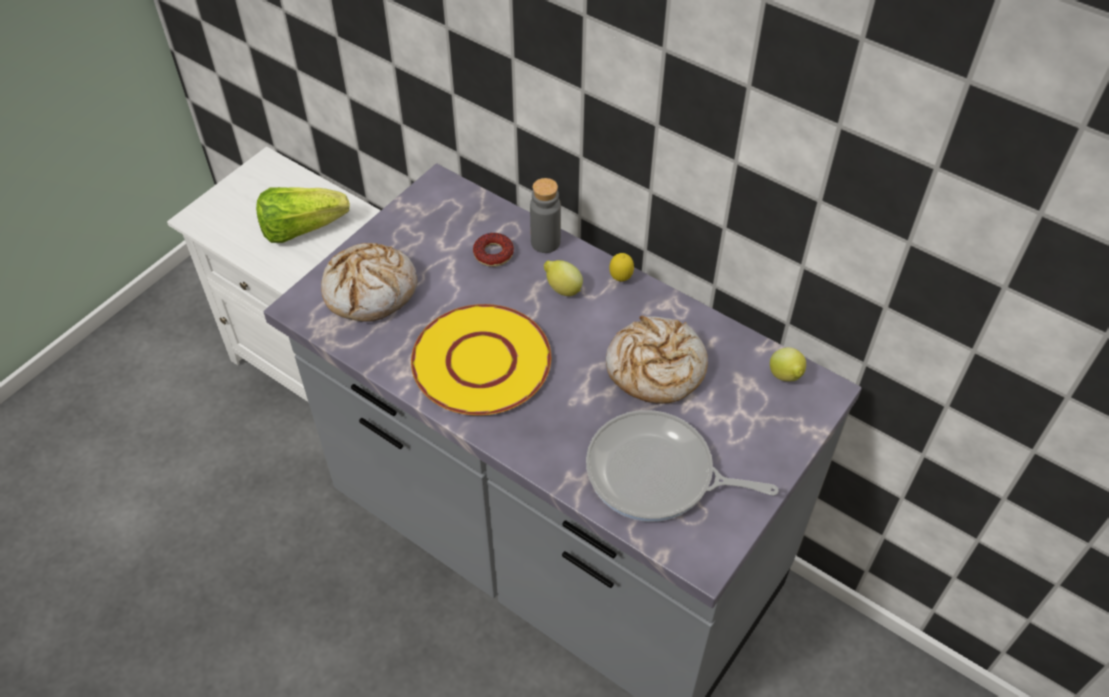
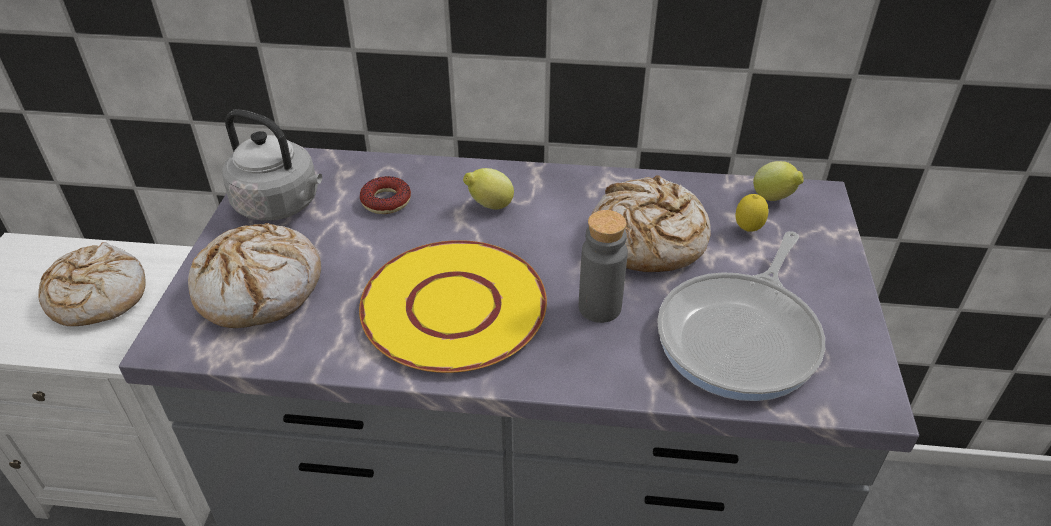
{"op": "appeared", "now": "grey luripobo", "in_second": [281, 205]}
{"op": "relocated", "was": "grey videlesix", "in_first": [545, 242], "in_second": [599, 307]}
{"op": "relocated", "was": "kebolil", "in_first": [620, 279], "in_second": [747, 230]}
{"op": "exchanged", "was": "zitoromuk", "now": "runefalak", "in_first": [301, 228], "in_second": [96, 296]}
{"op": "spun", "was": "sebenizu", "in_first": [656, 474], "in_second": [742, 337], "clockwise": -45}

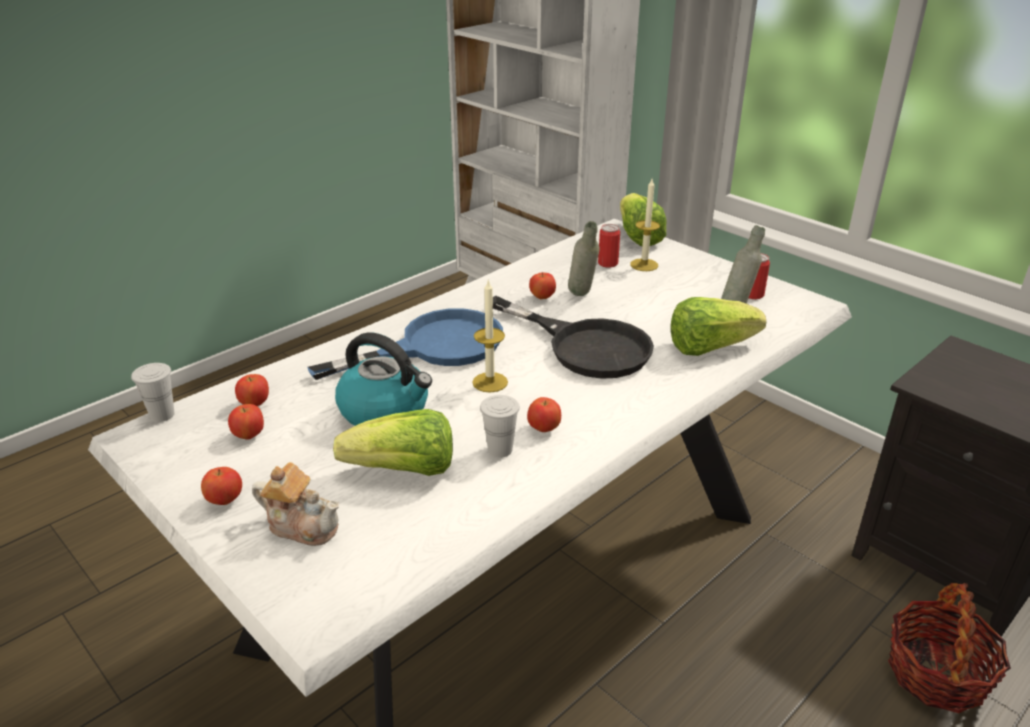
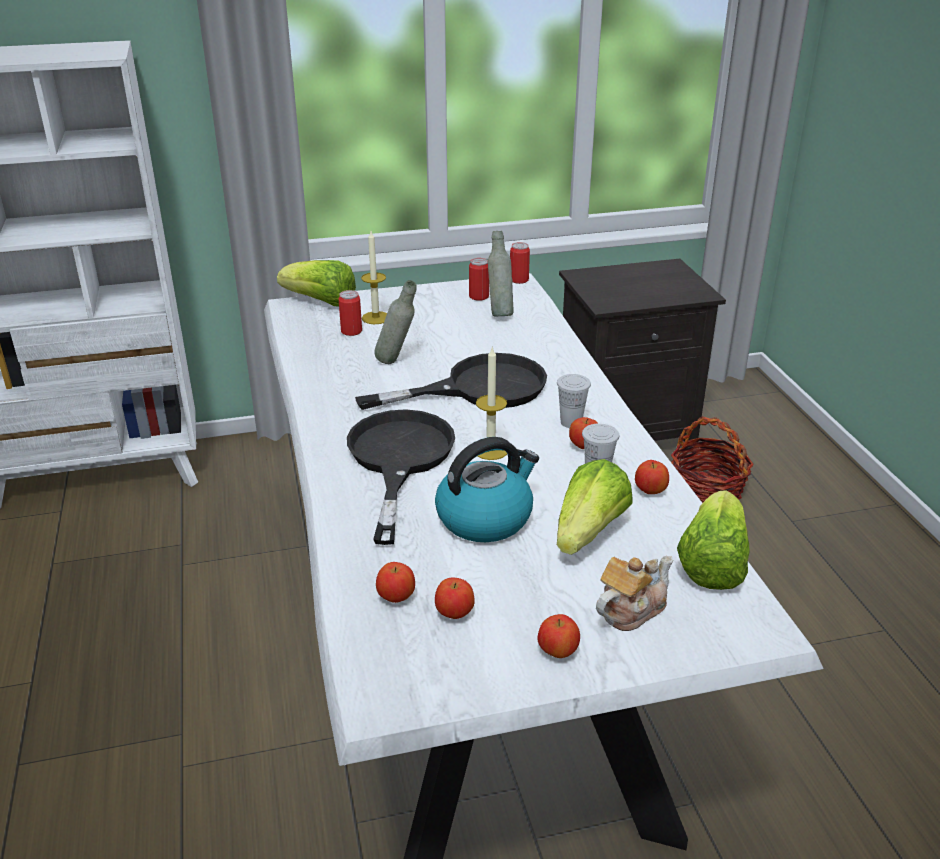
{"op": "appeared", "now": "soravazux", "in_second": [519, 280]}
{"op": "relocated", "was": "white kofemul", "in_first": [162, 415], "in_second": [571, 422]}
{"op": "relocated", "was": "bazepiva", "in_first": [542, 297], "in_second": [650, 491]}
{"op": "relocated", "was": "zitoromuk", "in_first": [709, 347], "in_second": [712, 563]}
{"op": "colour", "was": "blue sebenizu", "now": "black sebenizu", "in_first": [434, 346], "in_second": [398, 460]}

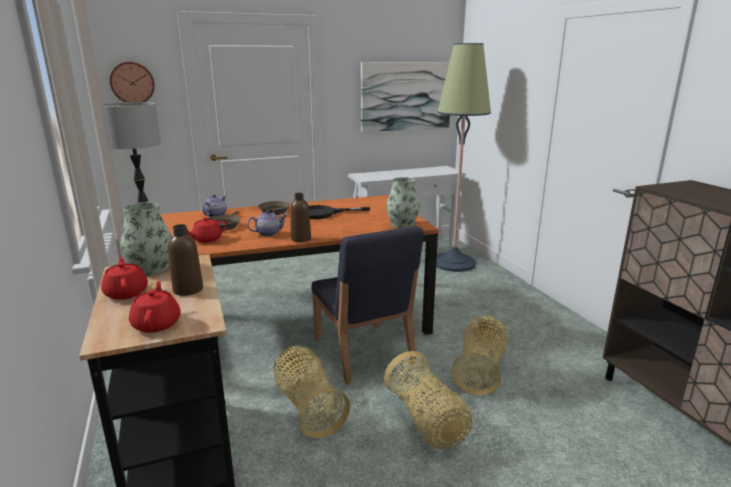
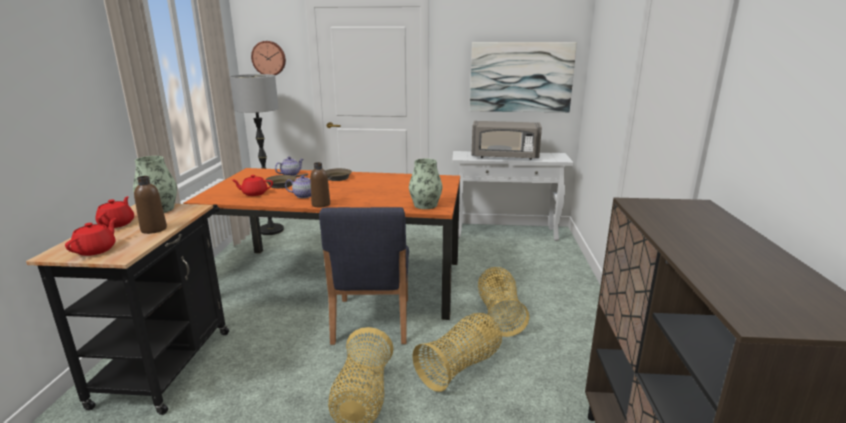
{"op": "missing", "was": "black sebenizu", "in_first": [323, 213]}
{"op": "missing", "was": "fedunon", "in_first": [453, 263]}
{"op": "appeared", "now": "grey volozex", "in_second": [504, 157]}
{"op": "relocated", "was": "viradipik", "in_first": [308, 407], "in_second": [499, 315]}

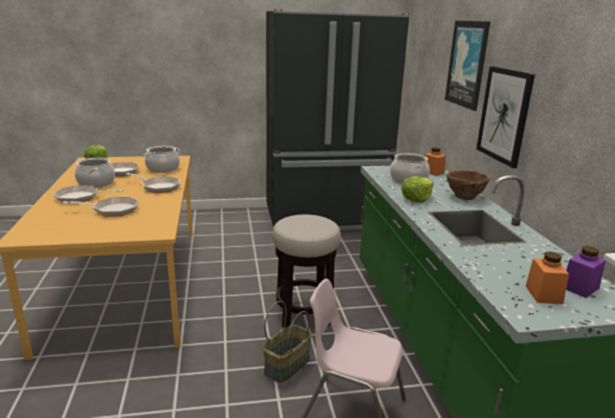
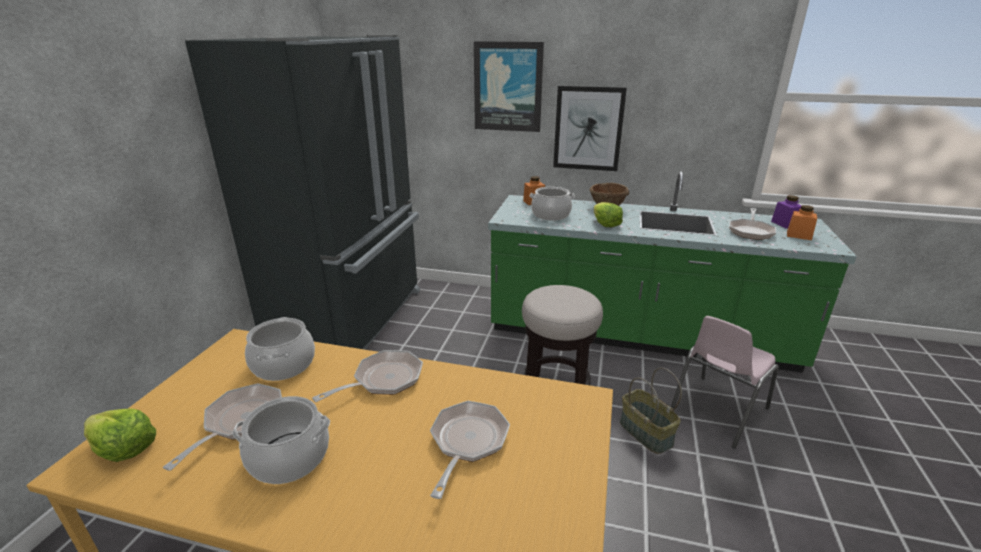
{"op": "relocated", "was": "sebenizu", "in_first": [81, 197], "in_second": [750, 231]}

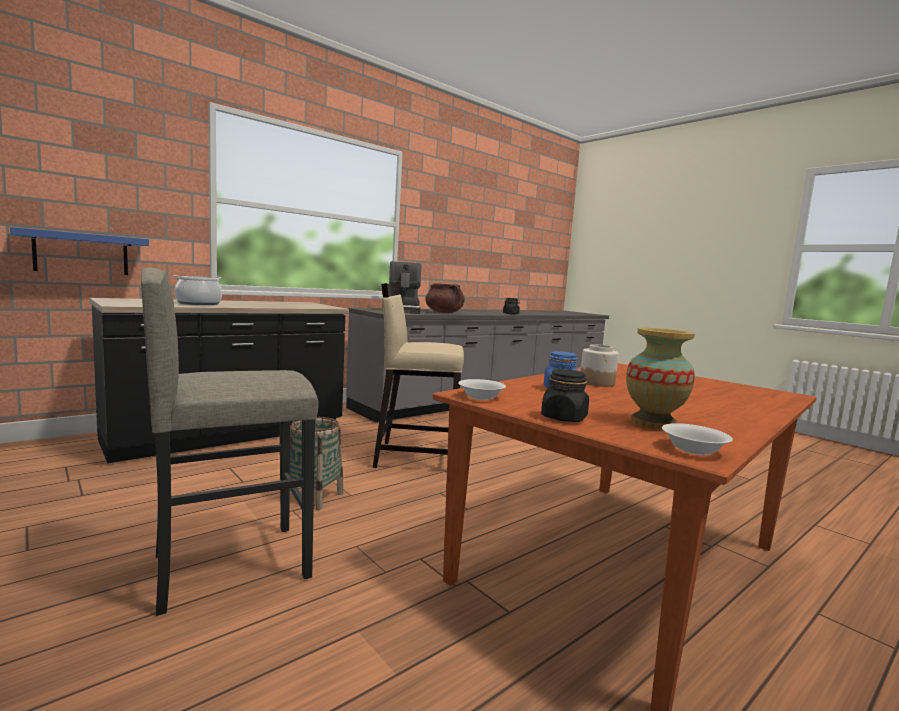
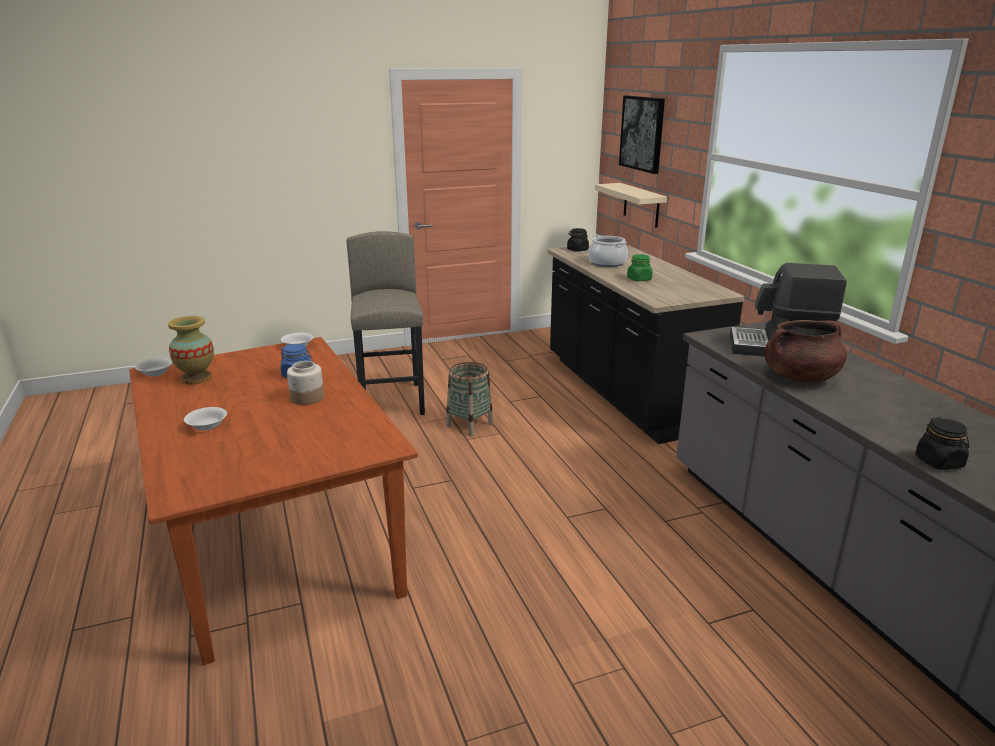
{"op": "missing", "was": "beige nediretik", "in_first": [416, 456]}
{"op": "appeared", "now": "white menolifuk", "in_second": [208, 426]}
{"op": "appeared", "now": "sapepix", "in_second": [642, 133]}
{"op": "appeared", "now": "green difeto", "in_second": [639, 279]}
{"op": "relocated", "was": "black difeto", "in_first": [564, 418], "in_second": [577, 250]}
{"op": "colour", "was": "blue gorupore", "now": "beige gorupore", "in_first": [81, 253], "in_second": [641, 205]}

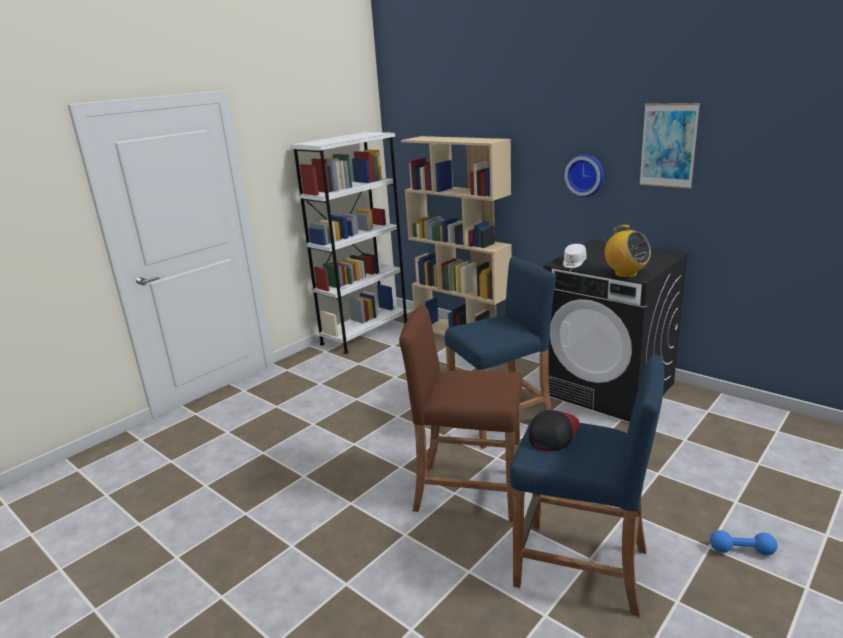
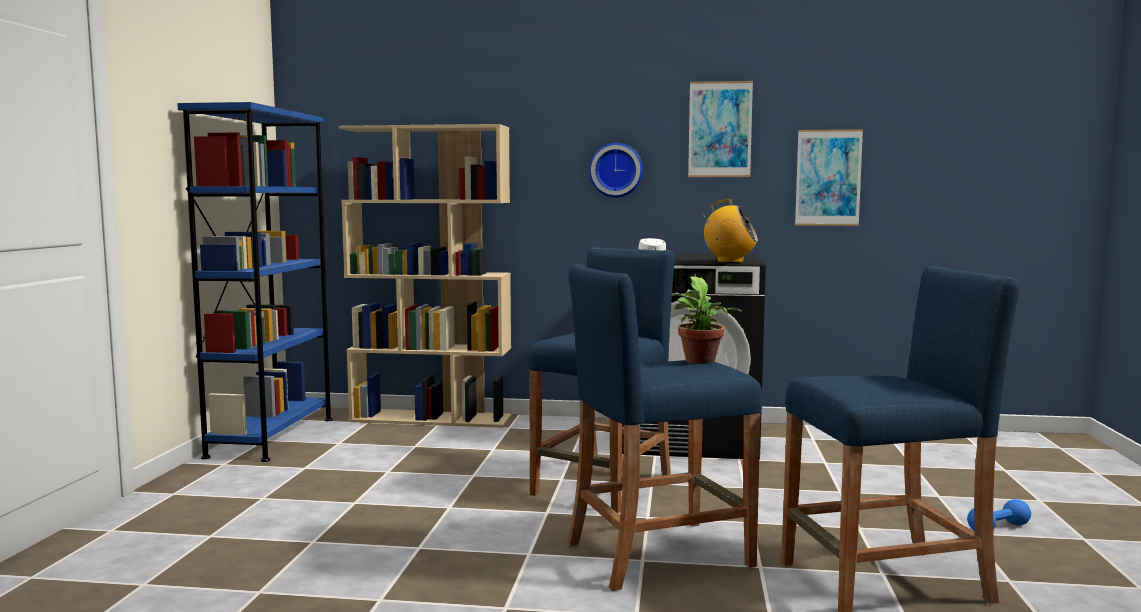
{"op": "missing", "was": "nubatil", "in_first": [553, 433]}
{"op": "appeared", "now": "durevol", "in_second": [701, 362]}
{"op": "appeared", "now": "sapepix", "in_second": [828, 177]}
{"op": "colour", "was": "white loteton", "now": "blue loteton", "in_first": [365, 333], "in_second": [271, 437]}
{"op": "colour", "was": "brown nediretik", "now": "blue nediretik", "in_first": [468, 491], "in_second": [658, 554]}

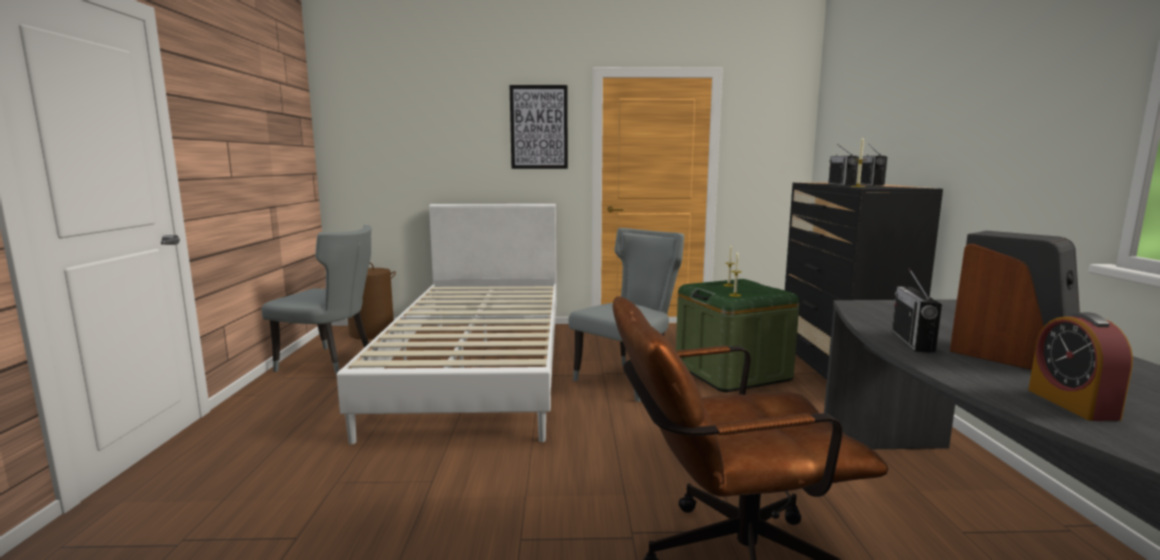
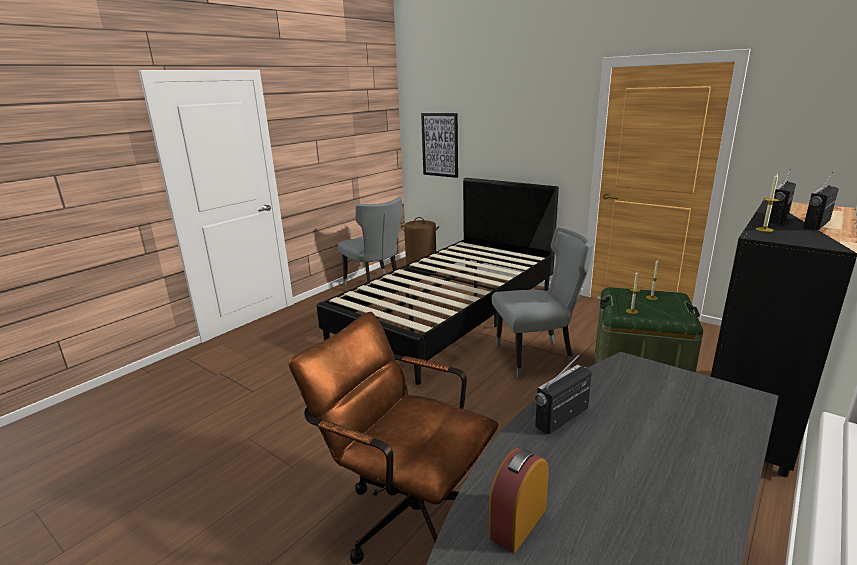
{"op": "missing", "was": "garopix", "in_first": [1013, 357]}
{"op": "relocated", "was": "sapepix", "in_first": [539, 127], "in_second": [440, 145]}
{"op": "colour", "was": "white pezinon", "now": "black pezinon", "in_first": [478, 368], "in_second": [449, 314]}

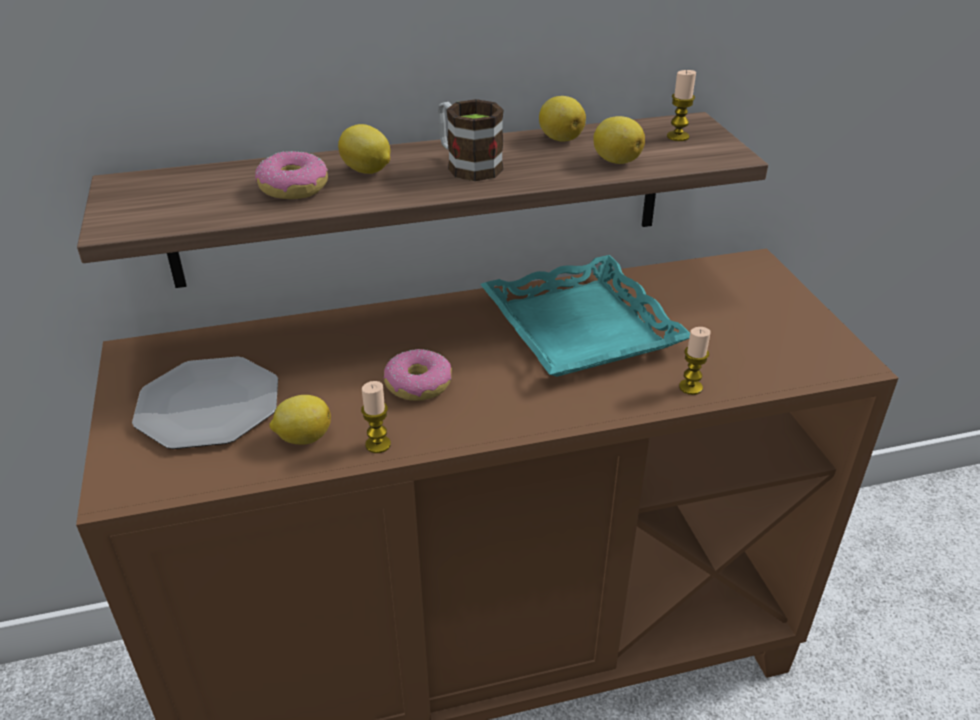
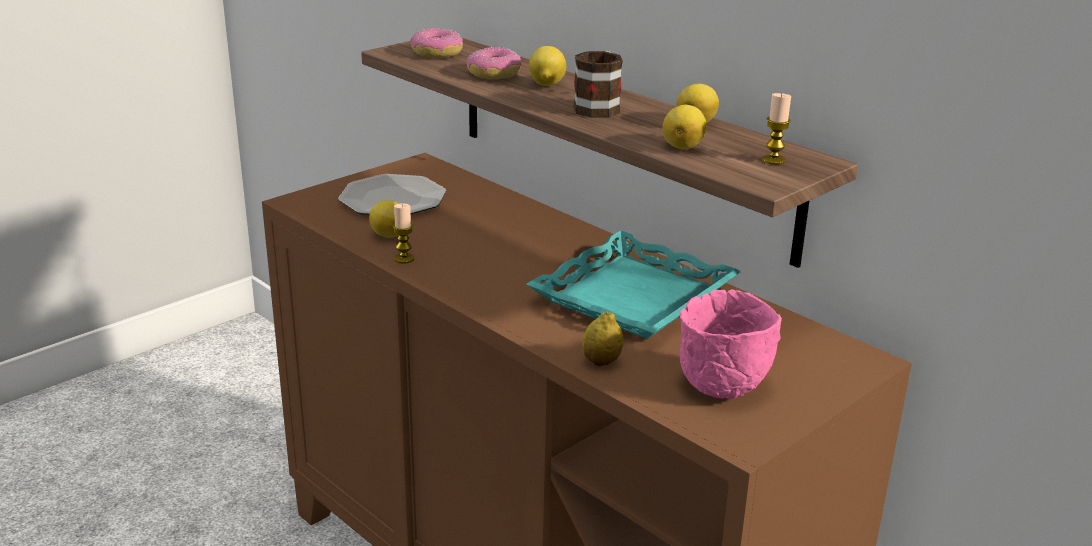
{"op": "appeared", "now": "pink menolifuk", "in_second": [725, 387]}
{"op": "relocated", "was": "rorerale", "in_first": [418, 385], "in_second": [436, 53]}
{"op": "exchanged", "was": "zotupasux", "now": "kebolil", "in_first": [690, 387], "in_second": [601, 361]}

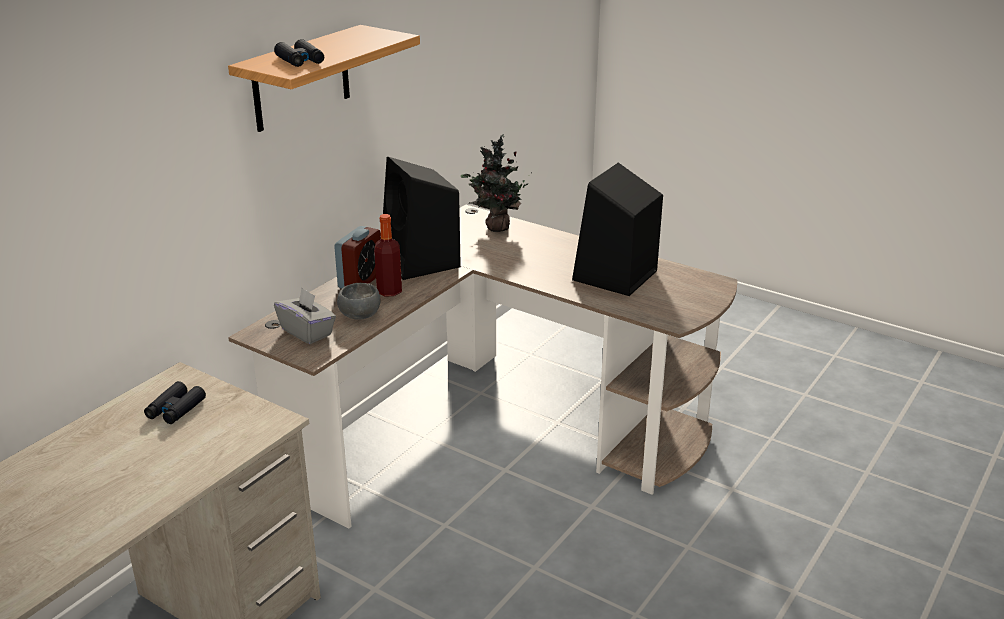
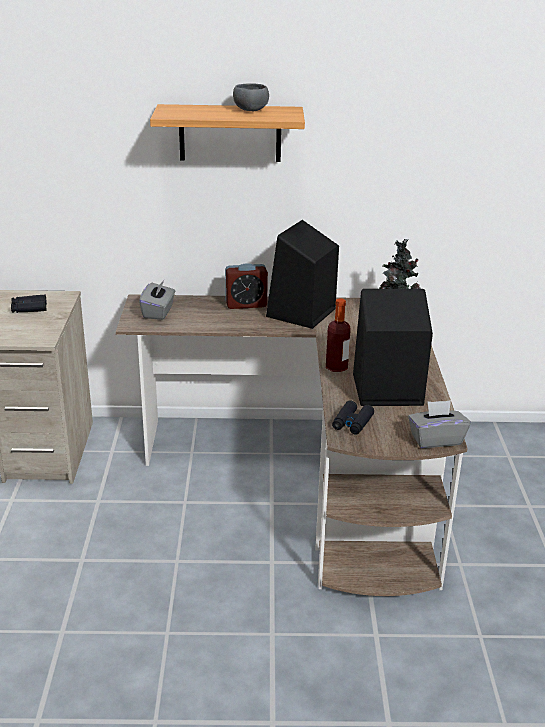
{"op": "appeared", "now": "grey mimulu", "in_second": [436, 439]}
{"op": "relocated", "was": "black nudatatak", "in_first": [300, 60], "in_second": [352, 423]}
{"op": "relocated", "was": "grey menolifuk", "in_first": [361, 316], "in_second": [250, 110]}
{"op": "relocated", "was": "videlesix", "in_first": [389, 291], "in_second": [336, 367]}

